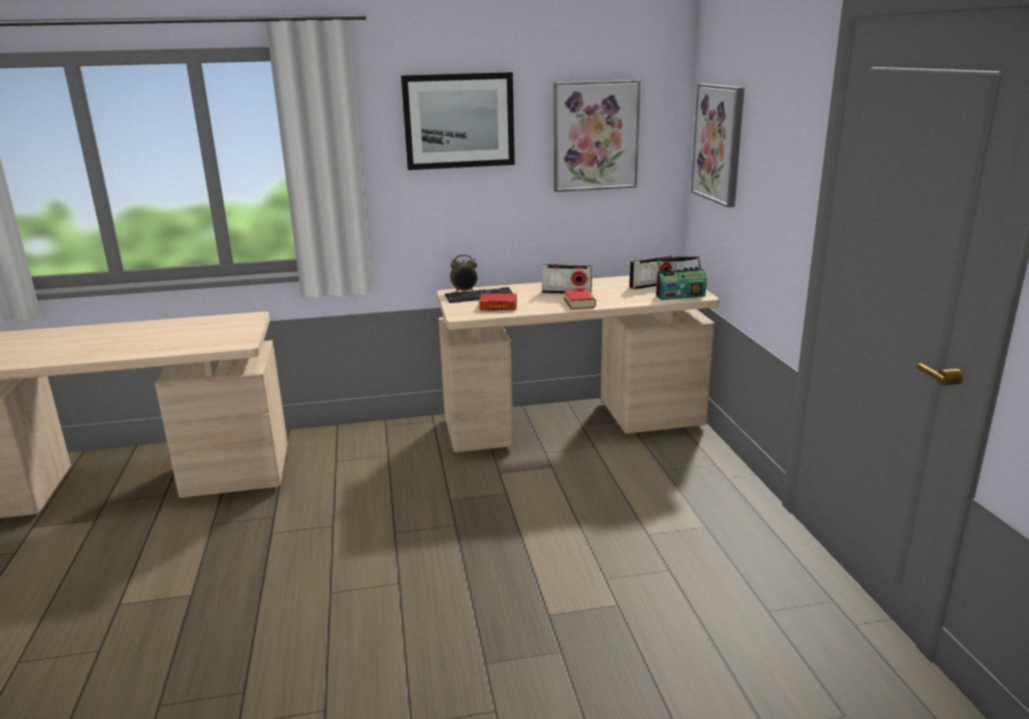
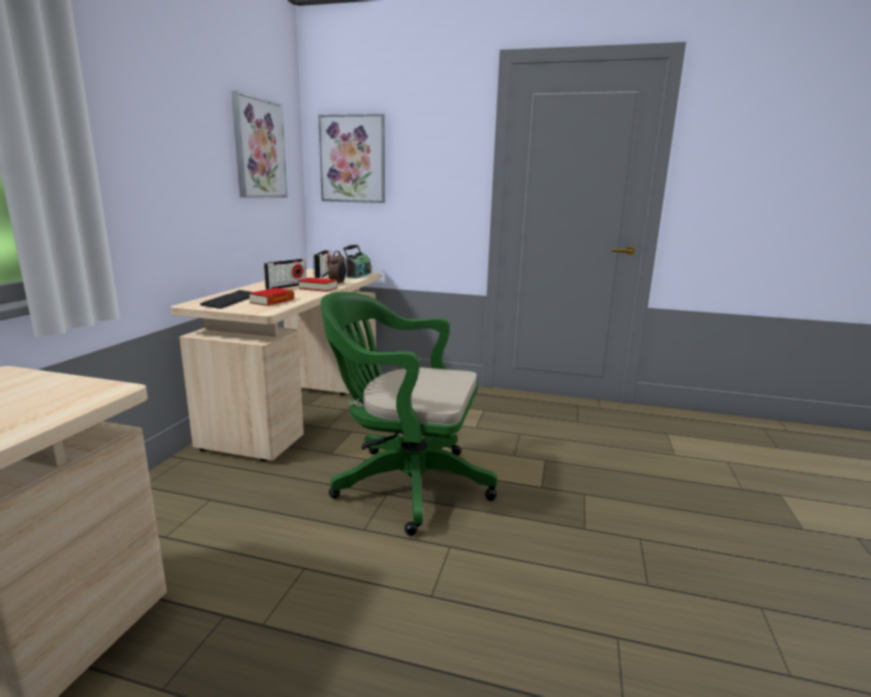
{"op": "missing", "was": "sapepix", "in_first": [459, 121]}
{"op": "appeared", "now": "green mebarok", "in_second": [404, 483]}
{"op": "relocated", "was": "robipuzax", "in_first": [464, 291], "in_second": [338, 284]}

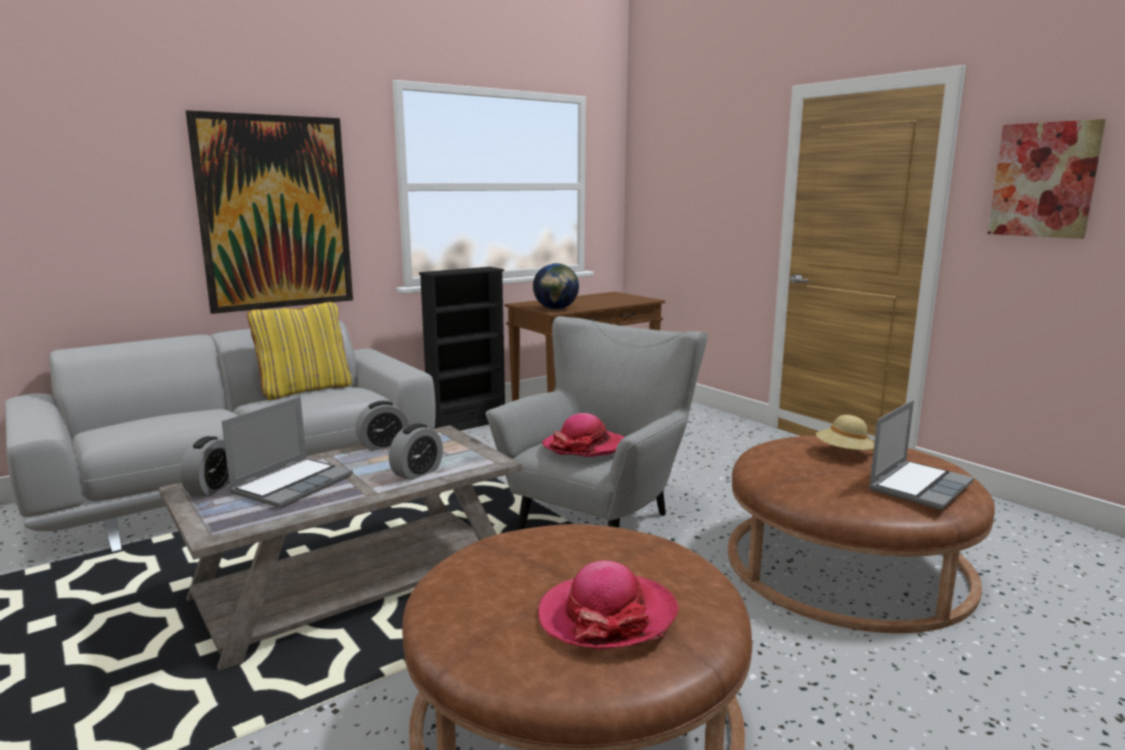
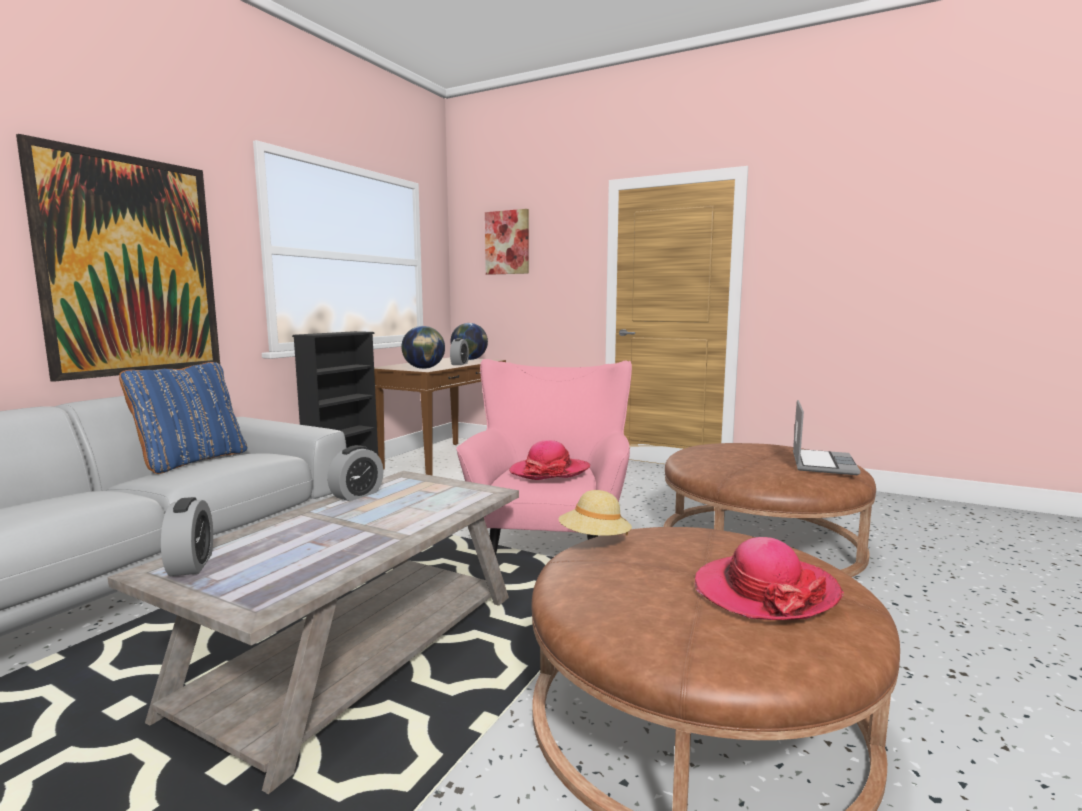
{"op": "missing", "was": "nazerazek", "in_first": [293, 484]}
{"op": "appeared", "now": "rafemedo", "in_second": [469, 359]}
{"op": "relocated", "was": "robipuzax", "in_first": [417, 473], "in_second": [459, 364]}
{"op": "relocated", "was": "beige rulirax", "in_first": [843, 453], "in_second": [594, 540]}
{"op": "relocated", "was": "sapepix", "in_first": [1044, 180], "in_second": [507, 242]}
{"op": "colour", "was": "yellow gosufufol", "now": "blue gosufufol", "in_first": [305, 390], "in_second": [192, 461]}
{"op": "colour", "was": "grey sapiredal", "now": "pink sapiredal", "in_first": [602, 521], "in_second": [550, 545]}

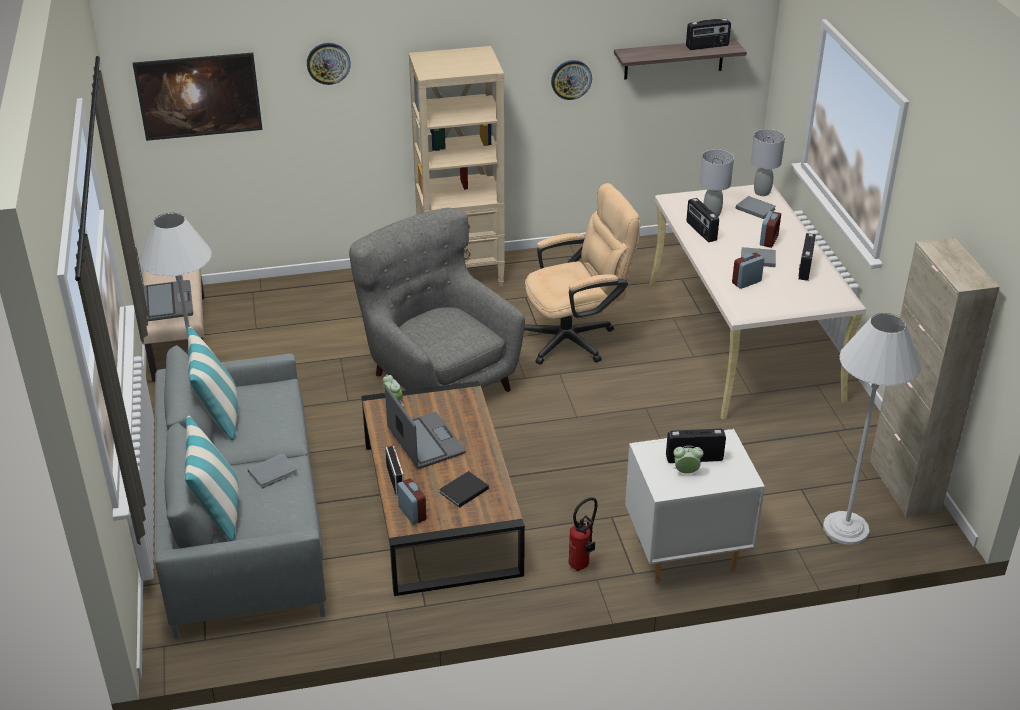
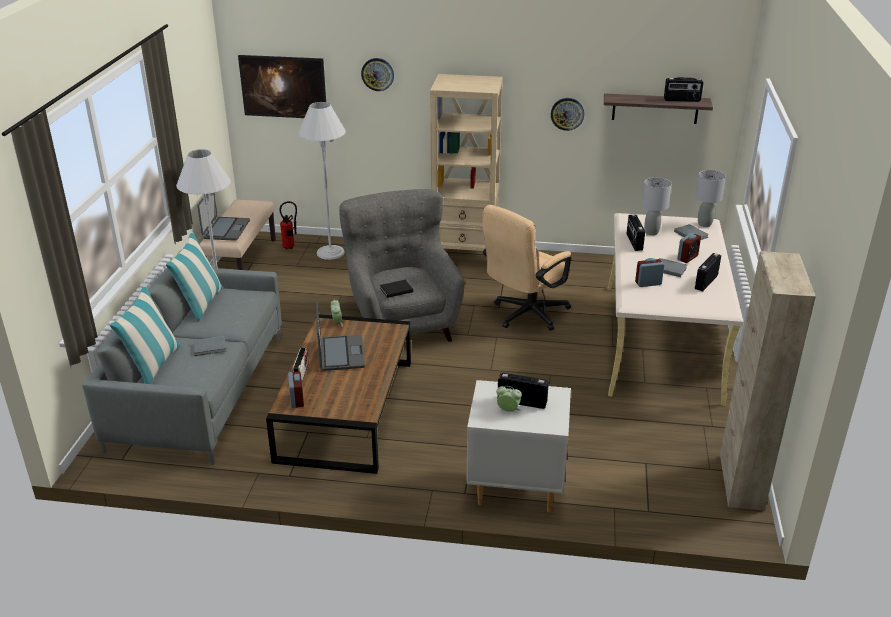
{"op": "relocated", "was": "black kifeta", "in_first": [462, 491], "in_second": [395, 290]}
{"op": "relocated", "was": "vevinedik", "in_first": [582, 564], "in_second": [290, 247]}
{"op": "relocated", "was": "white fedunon", "in_first": [845, 528], "in_second": [330, 253]}
{"op": "spun", "was": "beige mebarok", "in_first": [576, 338], "in_second": [525, 315], "clockwise": 135}

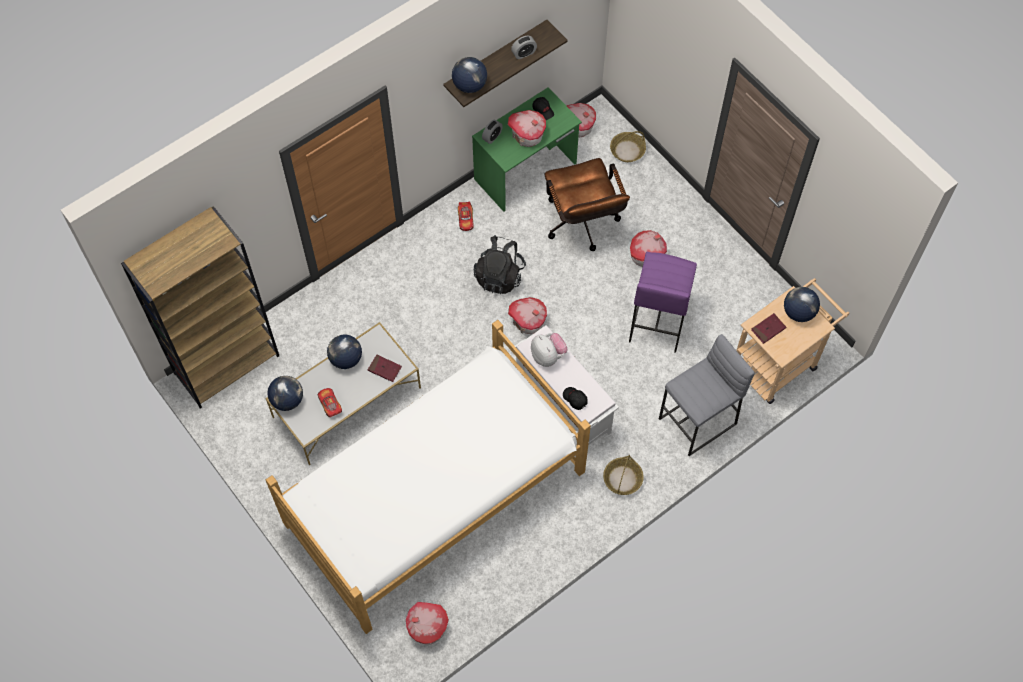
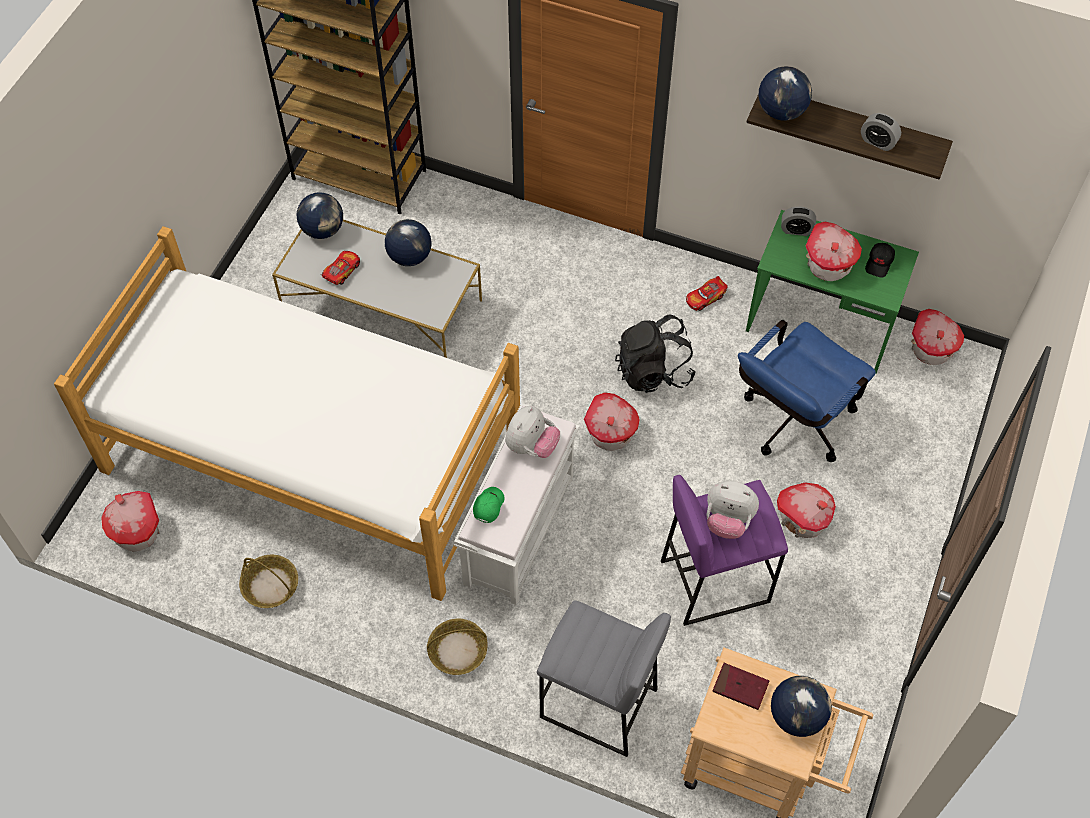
{"op": "missing", "was": "red kifeta", "in_first": [384, 369]}
{"op": "appeared", "now": "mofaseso", "in_second": [728, 521]}
{"op": "relocated", "was": "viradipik", "in_first": [627, 151], "in_second": [270, 586]}
{"op": "colour", "was": "brown mebarok", "now": "blue mebarok", "in_first": [582, 226], "in_second": [791, 425]}
{"op": "colour", "was": "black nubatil", "now": "green nubatil", "in_first": [574, 399], "in_second": [488, 506]}

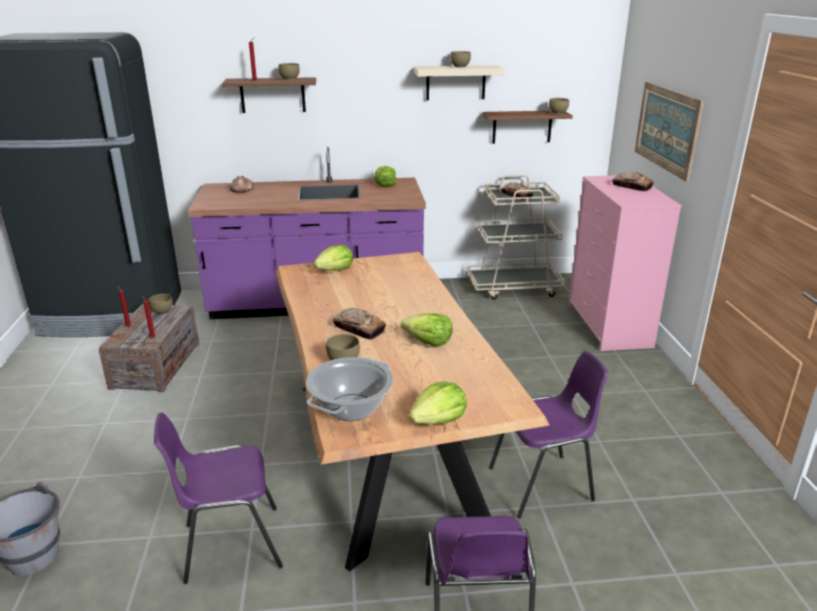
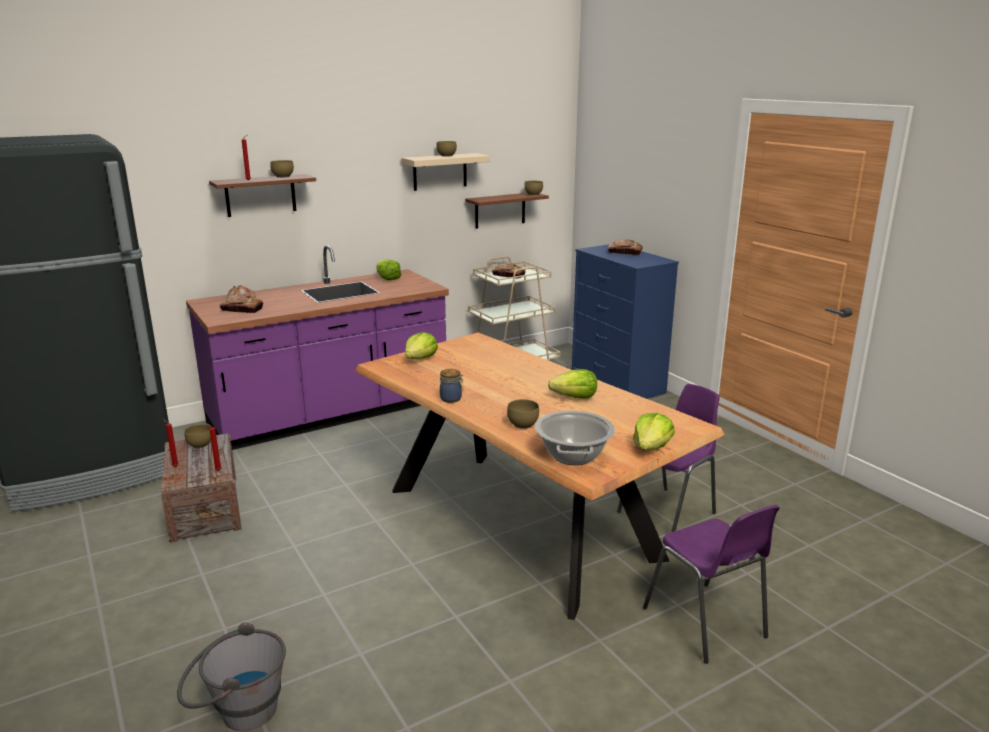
{"op": "missing", "was": "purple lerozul", "in_first": [229, 545]}
{"op": "missing", "was": "sapepix", "in_first": [667, 128]}
{"op": "appeared", "now": "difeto", "in_second": [452, 399]}
{"op": "relocated", "was": "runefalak", "in_first": [359, 329], "in_second": [242, 309]}
{"op": "colour", "was": "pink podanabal", "now": "blue podanabal", "in_first": [609, 326], "in_second": [618, 383]}

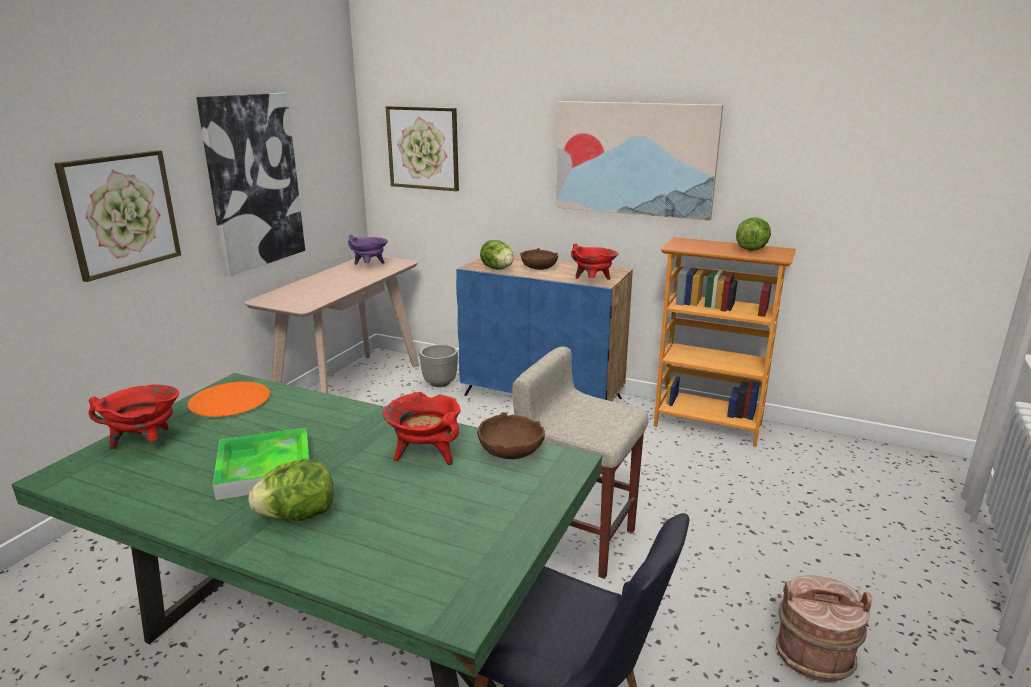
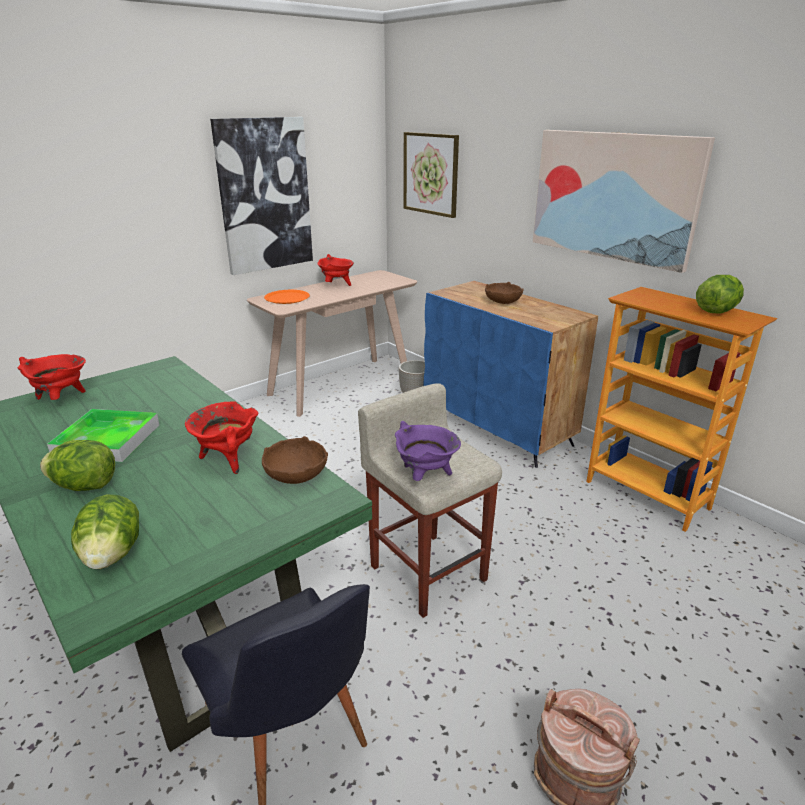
{"op": "missing", "was": "sapepix", "in_first": [121, 213]}
{"op": "relocated", "was": "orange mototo", "in_first": [229, 401], "in_second": [287, 298]}
{"op": "relocated", "was": "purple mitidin", "in_first": [369, 266], "in_second": [425, 477]}
{"op": "relocated", "was": "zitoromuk", "in_first": [497, 269], "in_second": [112, 555]}
{"op": "relocated", "was": "red mitidin", "in_first": [593, 281], "in_second": [336, 285]}

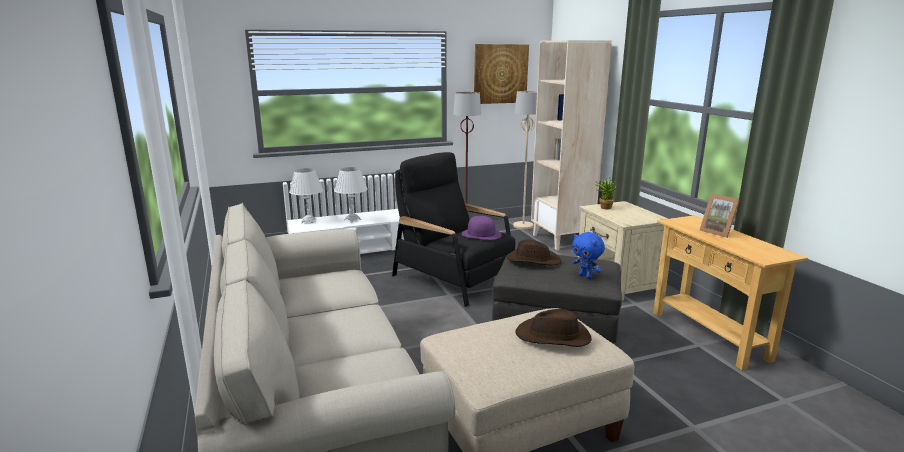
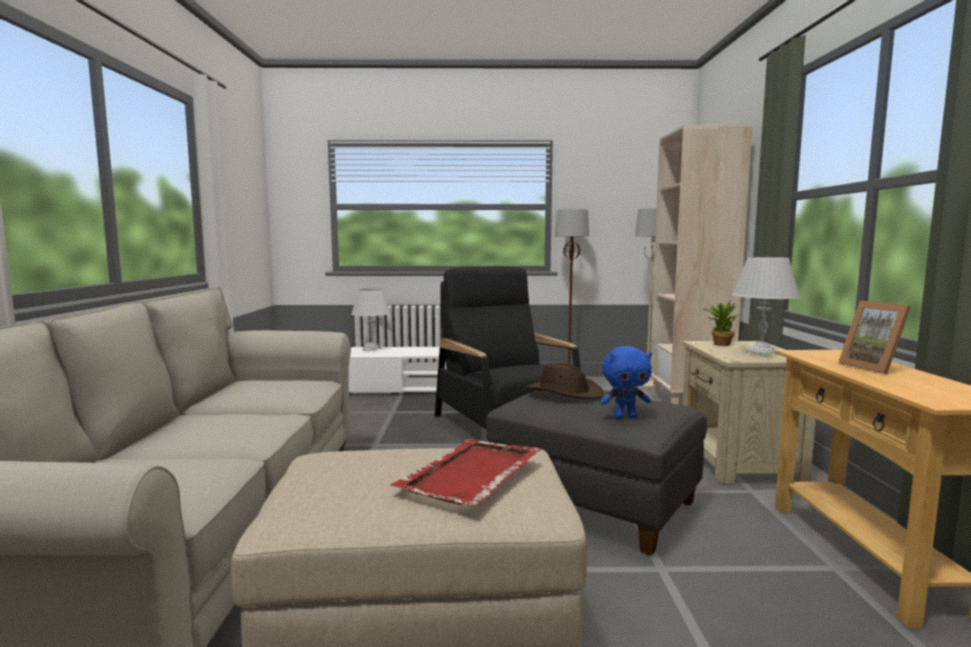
{"op": "missing", "was": "purple rulirax", "in_first": [481, 234]}
{"op": "missing", "was": "sapepix", "in_first": [500, 74]}
{"op": "relocated", "was": "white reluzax", "in_first": [352, 219], "in_second": [760, 354]}
{"op": "exchanged", "was": "brown rulirax", "now": "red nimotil", "in_first": [553, 336], "in_second": [470, 475]}
{"op": "spun", "was": "blue mofaseso", "in_first": [586, 276], "in_second": [625, 417], "clockwise": -75}

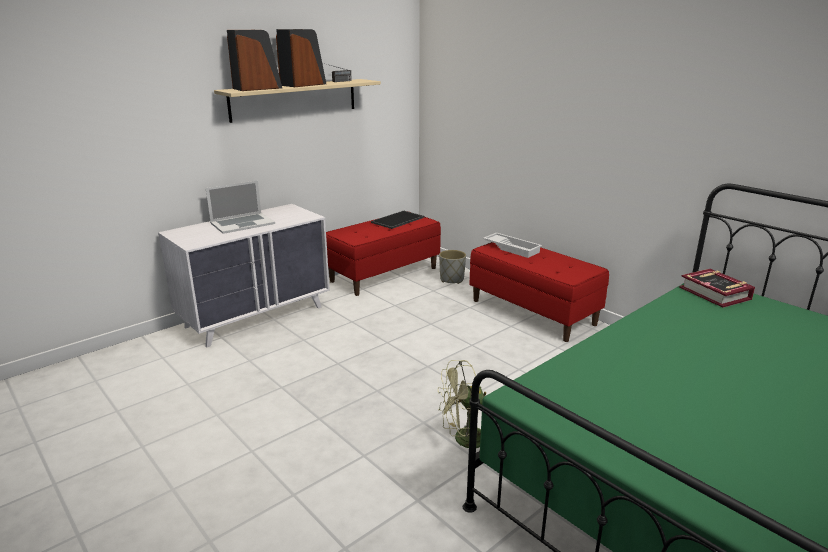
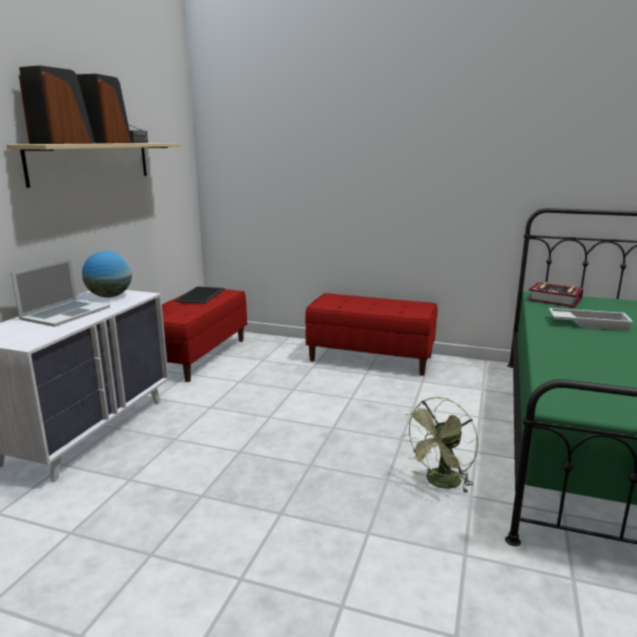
{"op": "missing", "was": "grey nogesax", "in_first": [452, 279]}
{"op": "appeared", "now": "rafemedo", "in_second": [110, 296]}
{"op": "relocated", "was": "white nimotil", "in_first": [512, 248], "in_second": [588, 323]}

